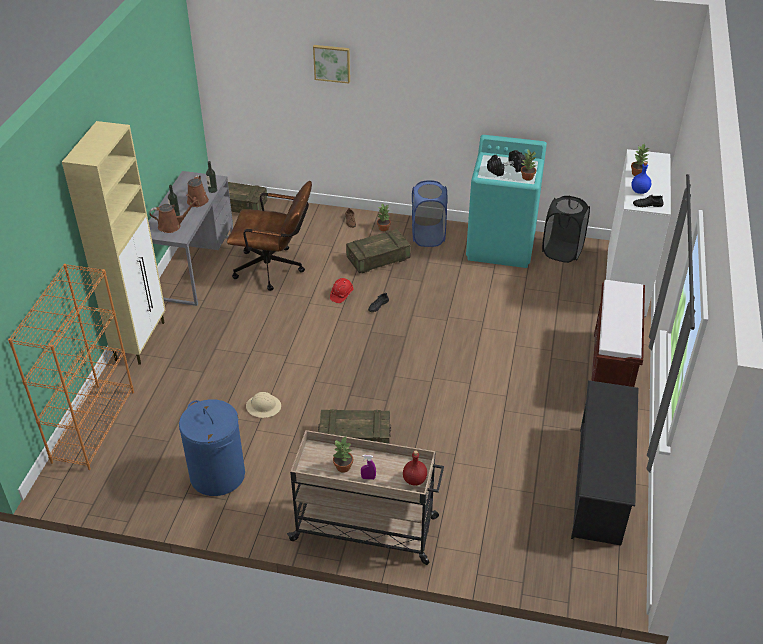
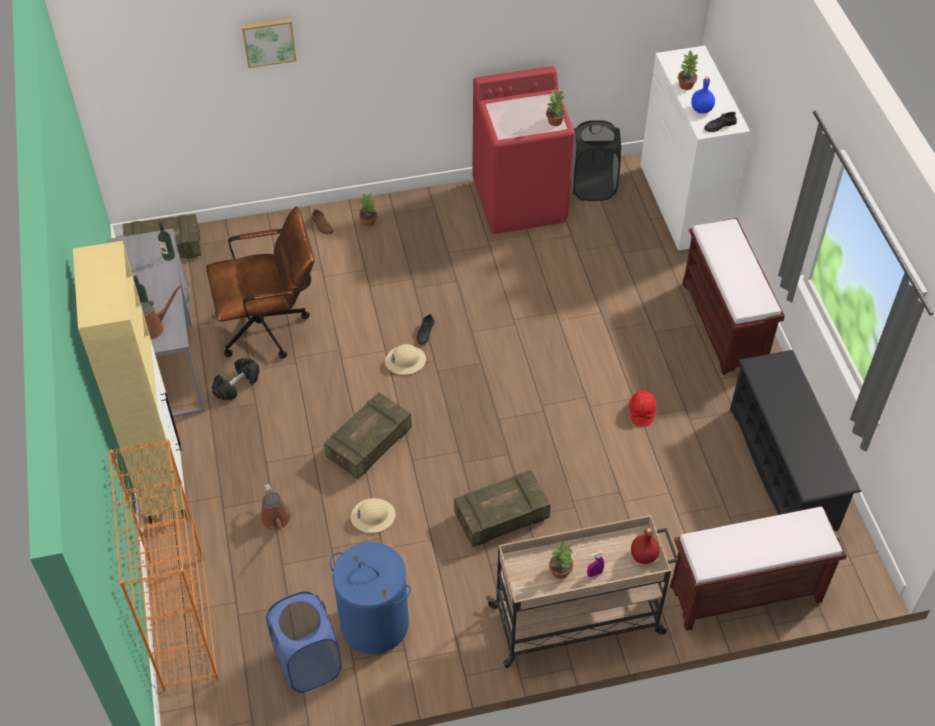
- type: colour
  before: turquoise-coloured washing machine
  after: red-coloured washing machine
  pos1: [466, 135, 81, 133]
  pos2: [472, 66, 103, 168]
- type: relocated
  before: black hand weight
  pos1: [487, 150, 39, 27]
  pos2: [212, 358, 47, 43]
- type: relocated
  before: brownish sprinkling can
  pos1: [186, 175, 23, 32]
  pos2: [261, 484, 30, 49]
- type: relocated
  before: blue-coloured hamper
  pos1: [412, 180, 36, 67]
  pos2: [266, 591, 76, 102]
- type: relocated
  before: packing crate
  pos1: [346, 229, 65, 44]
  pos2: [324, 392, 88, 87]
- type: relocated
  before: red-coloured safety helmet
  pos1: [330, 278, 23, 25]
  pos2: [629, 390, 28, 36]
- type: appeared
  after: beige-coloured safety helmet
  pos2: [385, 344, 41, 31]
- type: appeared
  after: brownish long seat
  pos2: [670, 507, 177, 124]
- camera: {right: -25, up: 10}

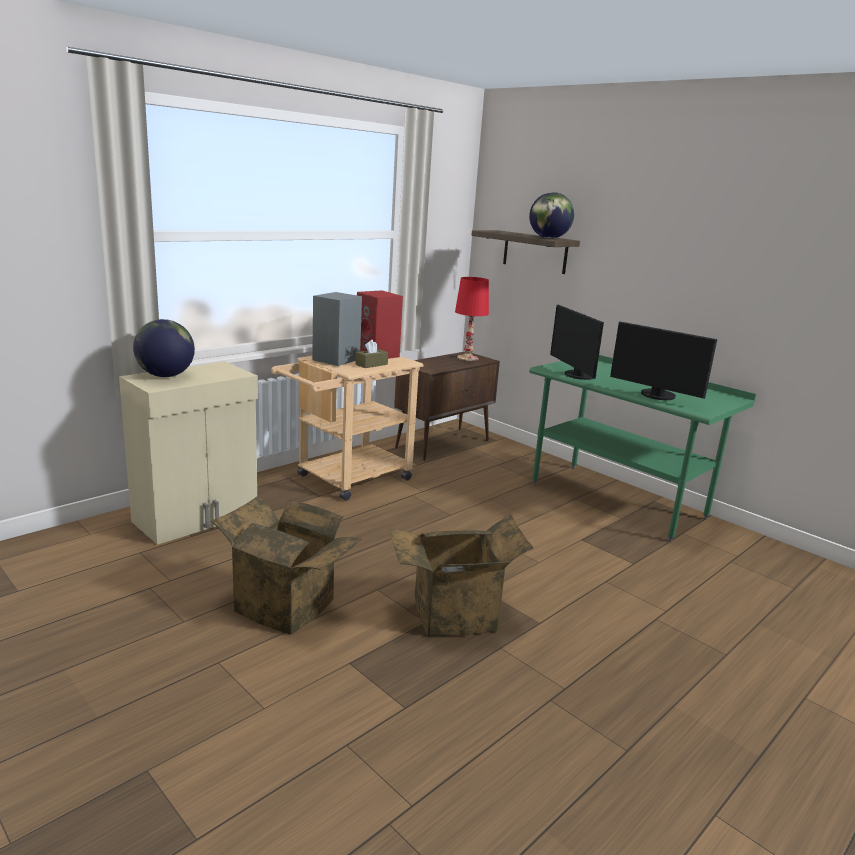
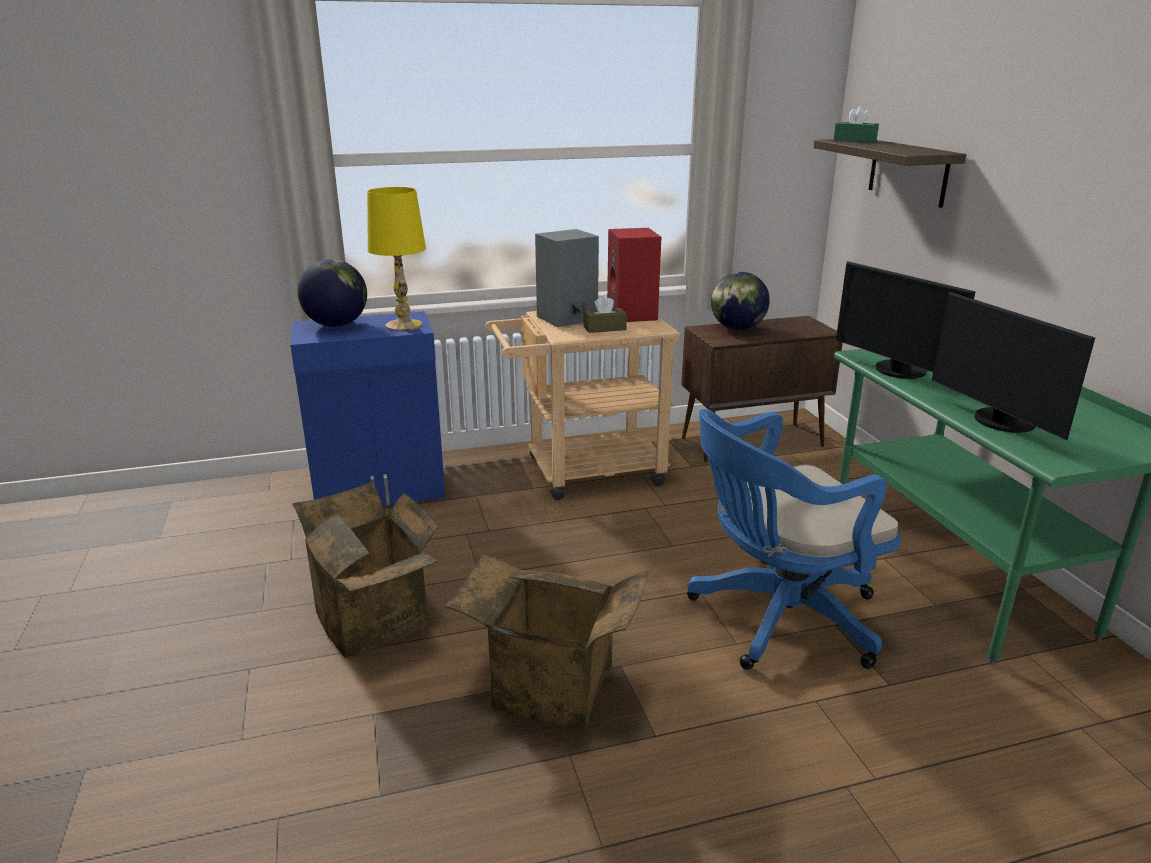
- type: relocated
  before: world globe
  pos1: [529, 192, 45, 47]
  pos2: [711, 272, 59, 58]
- type: missing
  before: red-coloured tabletop lamp
  pos1: [455, 277, 34, 84]
- type: spun
  before: computer screen
  pos1: [550, 305, 54, 75]
  pos2: [836, 261, 139, 118]
  turn: -45
- type: colour
  before: beige-coloured storage cabinet
  after: blue-coloured storage cabinet
  pos1: [119, 362, 139, 183]
  pos2: [290, 311, 155, 195]
- type: appeared
  after: green-coloured box of tissues
  pos2: [834, 106, 45, 37]
- type: appeared
  after: yellow-coloured tabletop lamp
  pos2: [367, 187, 59, 144]
- type: appeared
  after: blue-coloured desk chair
  pos2: [687, 409, 214, 261]
- camera: {right: 30, up: 5}

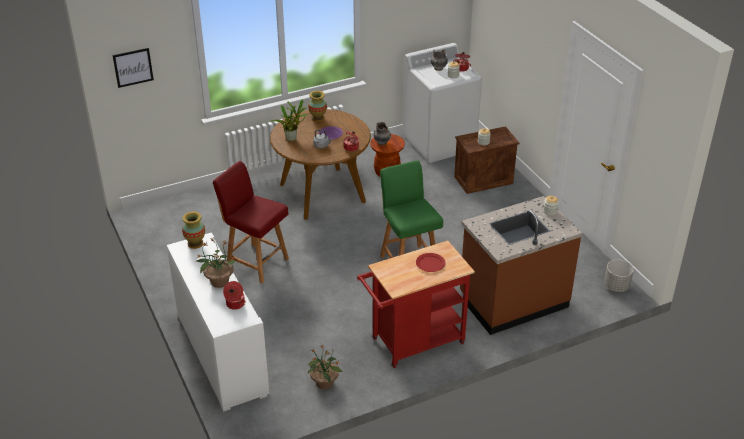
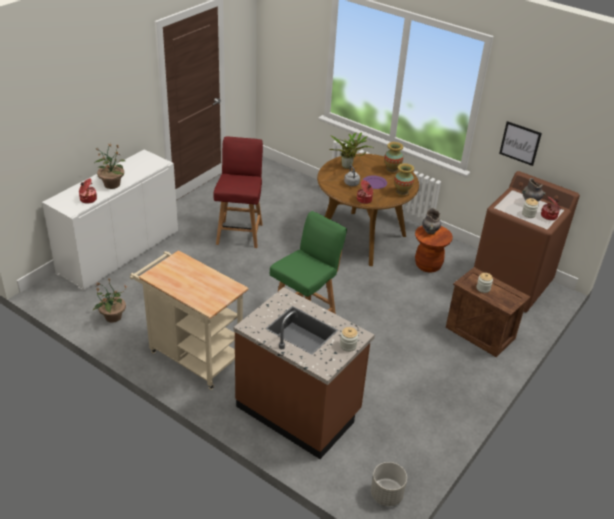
- type: colour
  before: whitish washing machine
  after: brownish washing machine
  pos1: [403, 43, 79, 120]
  pos2: [474, 171, 106, 141]
- type: relocated
  before: wall art
  pos1: [113, 48, 41, 40]
  pos2: [499, 121, 43, 45]
- type: relocated
  before: vase
  pos1: [182, 211, 23, 38]
  pos2: [394, 163, 20, 34]
- type: colour
  before: red-coloured cart
  after: beige-coloured cart
  pos1: [357, 241, 118, 127]
  pos2: [130, 250, 119, 140]
- type: missing
  before: red-coloured dinner plate
  pos1: [416, 253, 30, 19]
- camera: {right: 60, up: 0}

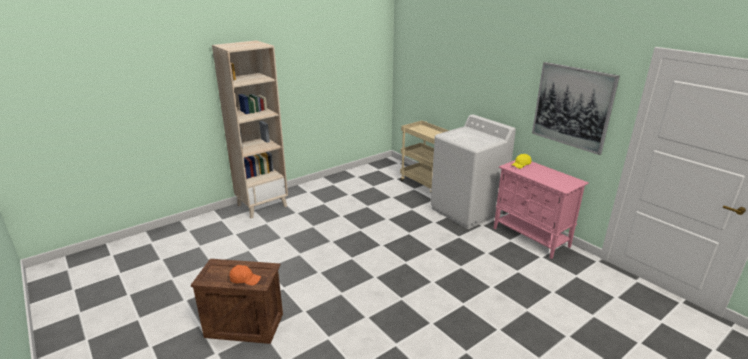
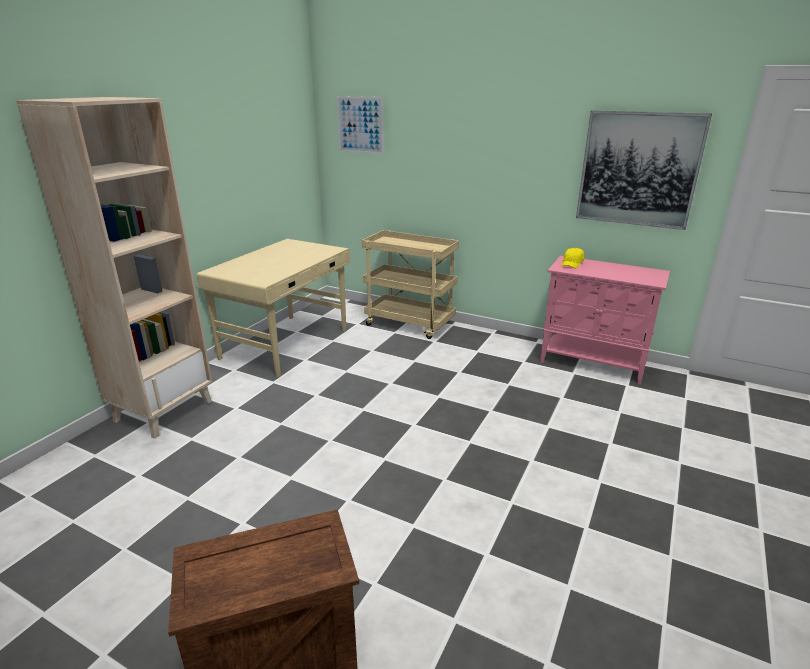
- type: missing
  before: whitish washing machine
  pos1: [431, 114, 85, 115]
- type: missing
  before: orange peaked cap
  pos1: [229, 265, 32, 20]
- type: appeared
  after: wall art
  pos2: [337, 96, 47, 58]
- type: appeared
  after: beige-coloured desk
  pos2: [197, 239, 153, 138]
- camera: {right: -25, up: 0}

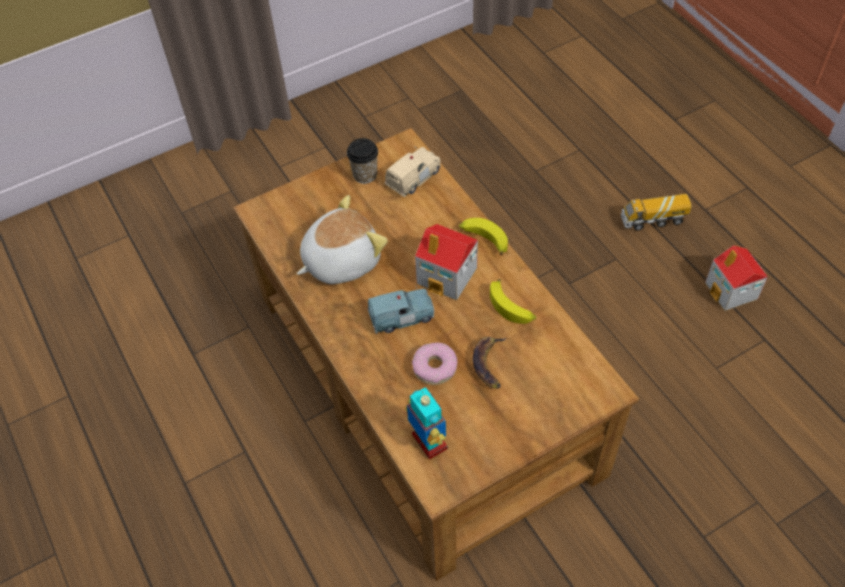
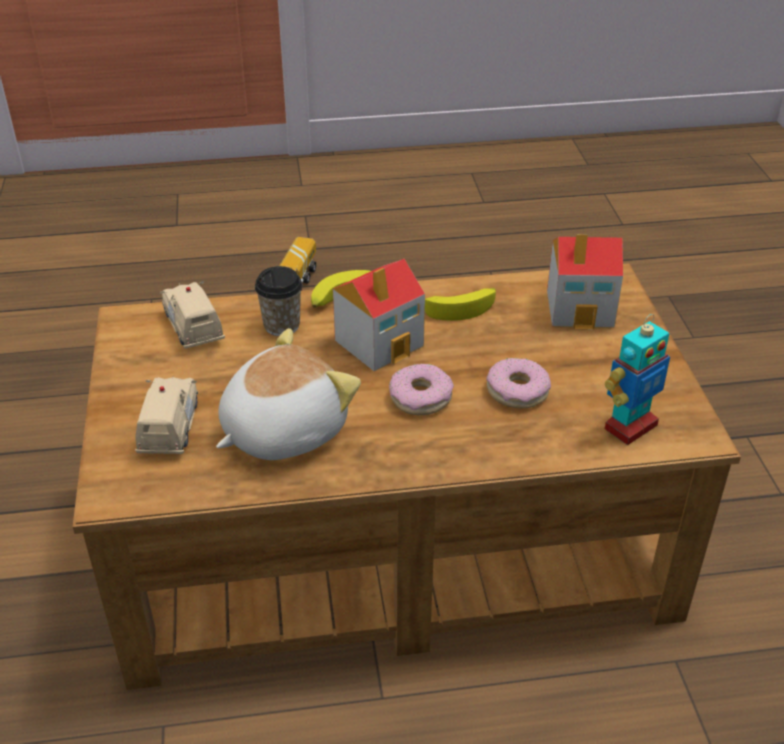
- type: relocated
  before: drinking cup
  pos1: [347, 138, 31, 46]
  pos2: [255, 266, 47, 70]
- type: spun
  before: plush toy
  pos1: [297, 195, 91, 89]
  pos2: [216, 328, 145, 132]
  turn: 60
- type: relocated
  before: toy house
  pos1: [705, 245, 63, 66]
  pos2: [547, 234, 76, 95]
- type: exchanged
  before: blue-coloured toy car
  after: donut
  pos1: [368, 286, 66, 48]
  pos2: [389, 364, 65, 51]
- type: missing
  before: banana fruit
  pos1: [473, 337, 33, 52]
- type: spun
  before: model robot
  pos1: [405, 387, 43, 73]
  pos2: [605, 314, 65, 131]
  turn: 150
- type: appeared
  after: beige-coloured toy car
  pos2: [135, 376, 63, 78]
- camera: {right: -70, up: -15}

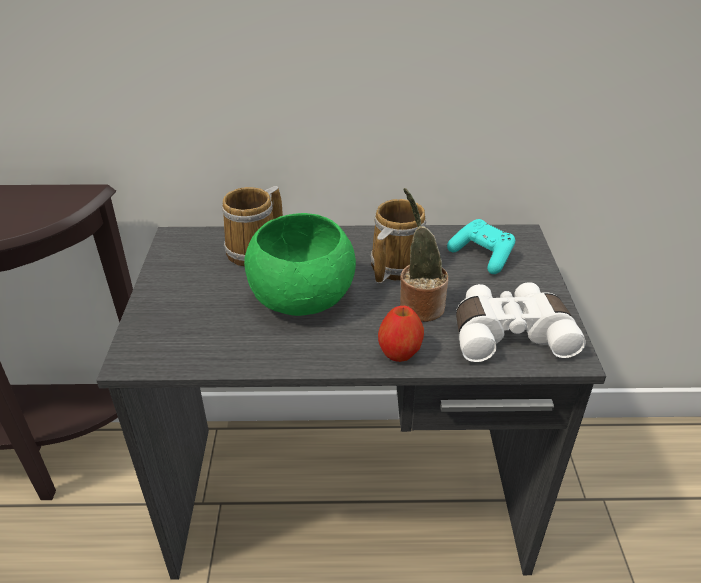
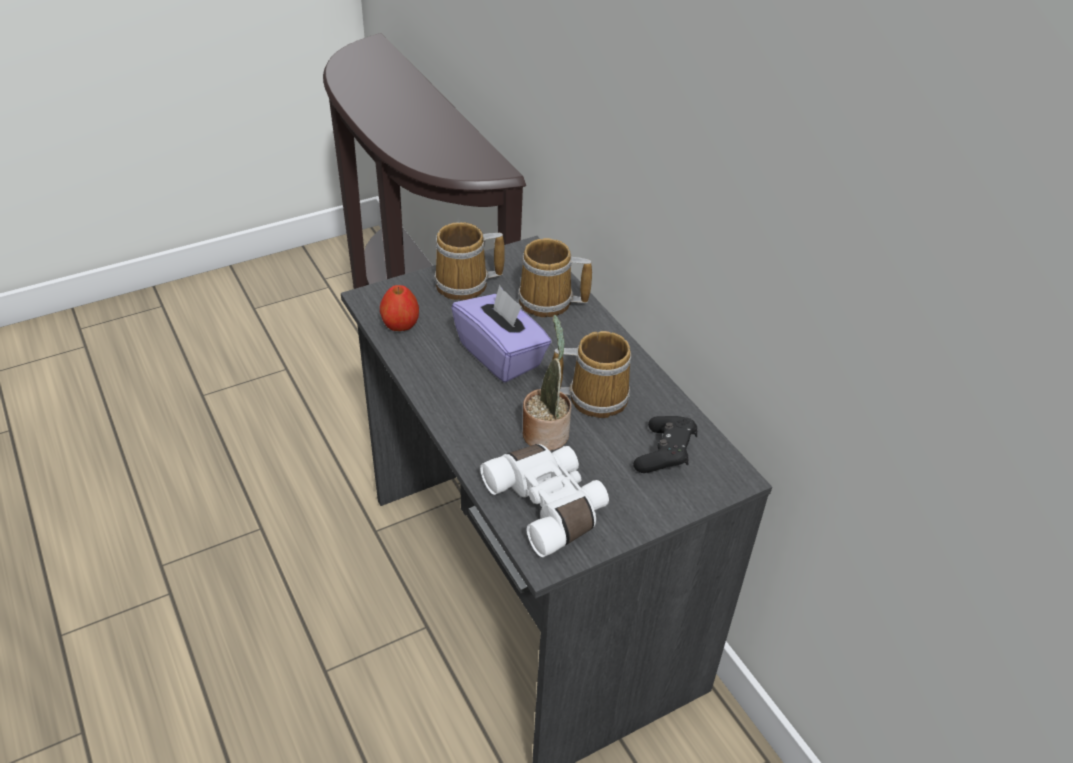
- type: exchanged
  before: green-coloured bowl
  after: purplish box of tissues
  pos1: [244, 213, 112, 103]
  pos2: [451, 285, 101, 98]
- type: colour
  before: turquoise-coloured joypad
  after: black joypad
  pos1: [447, 219, 68, 55]
  pos2: [633, 416, 64, 57]
- type: relocated
  before: apple fruit
  pos1: [378, 306, 46, 56]
  pos2: [380, 285, 39, 46]
- type: appeared
  after: tea mug
  pos2: [434, 222, 71, 78]
- camera: {right: 60, up: 5}

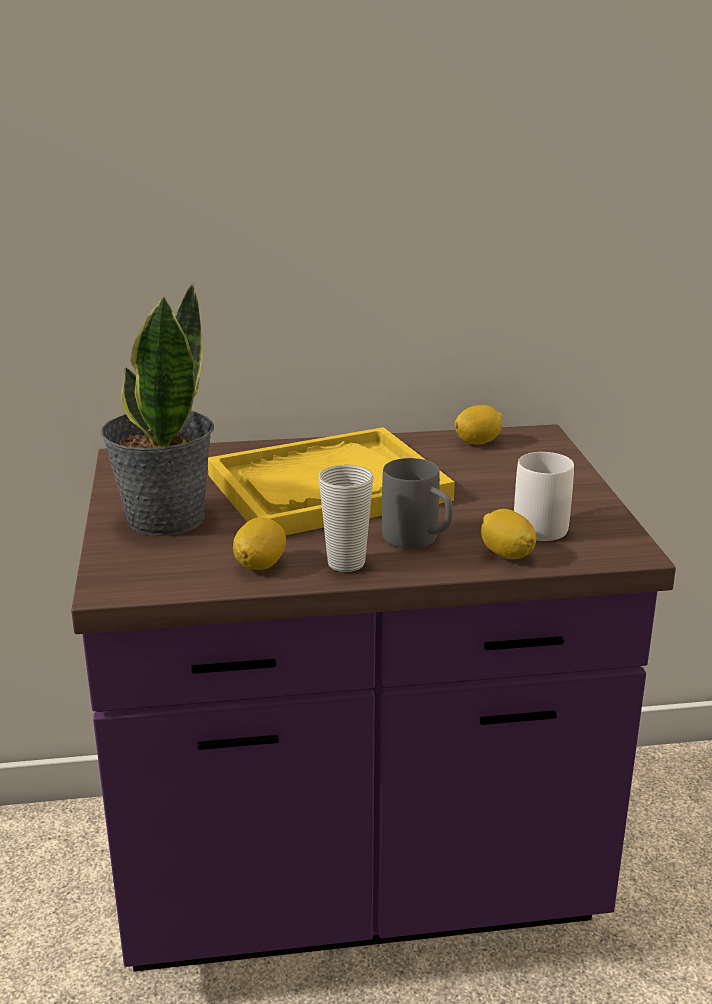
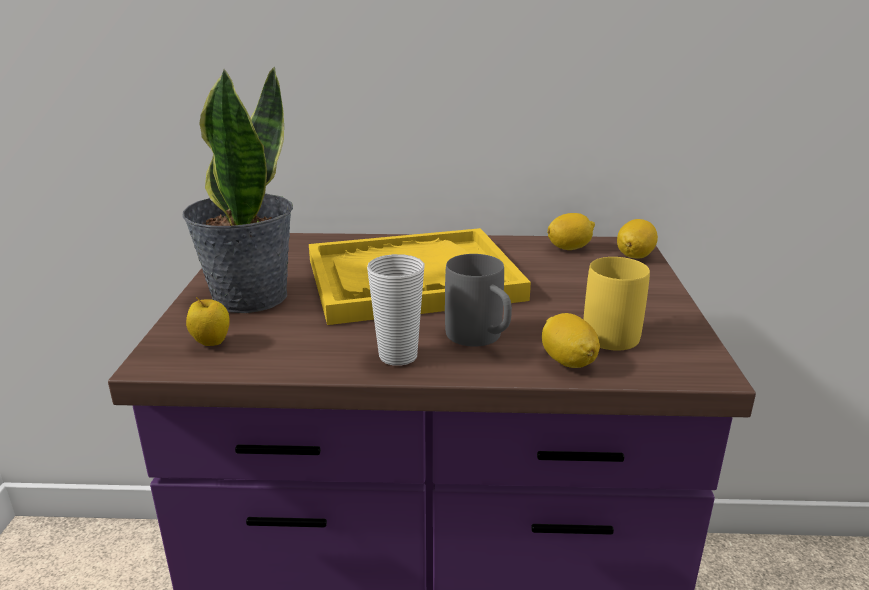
- type: colour
  before: whitish tea mug
  after: yellow-coloured tea mug
  pos1: [514, 452, 60, 89]
  pos2: [583, 257, 67, 94]
- type: relocated
  before: whole lemon
  pos1: [233, 517, 53, 53]
  pos2: [617, 219, 41, 40]
- type: appeared
  after: apple fruit
  pos2: [186, 297, 44, 49]
- camera: {right: 10, up: 0}

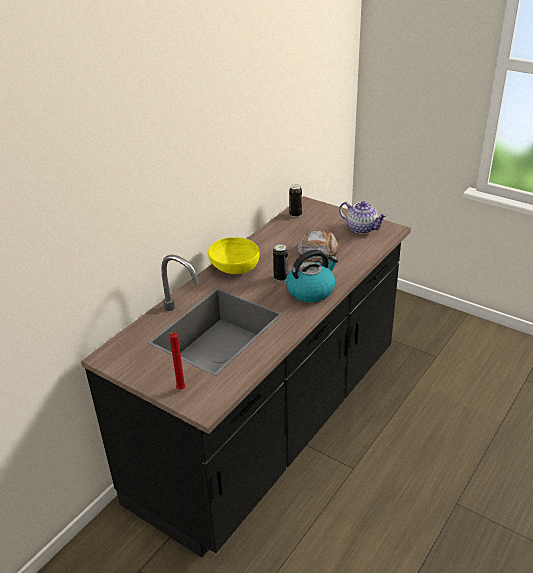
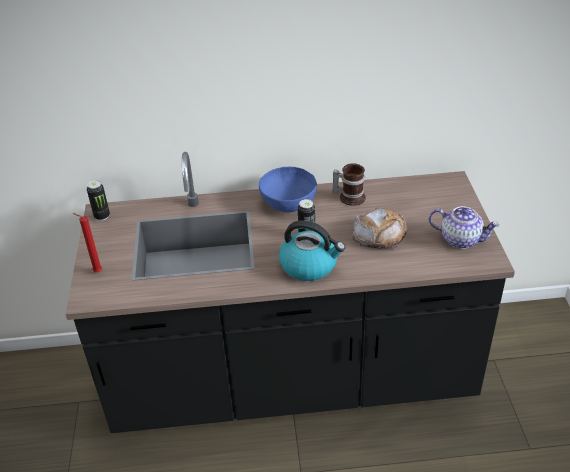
- type: relocated
  before: metal can
  pos1: [289, 184, 13, 34]
  pos2: [87, 180, 23, 41]
- type: spun
  before: teapot
  pos1: [339, 201, 49, 33]
  pos2: [429, 206, 71, 43]
  turn: -60
- type: colour
  before: yellow-coloured bowl
  after: blue-coloured bowl
  pos1: [208, 237, 52, 37]
  pos2: [259, 167, 58, 45]
- type: appeared
  after: tea mug
  pos2: [333, 163, 33, 43]
- camera: {right: 50, up: 5}

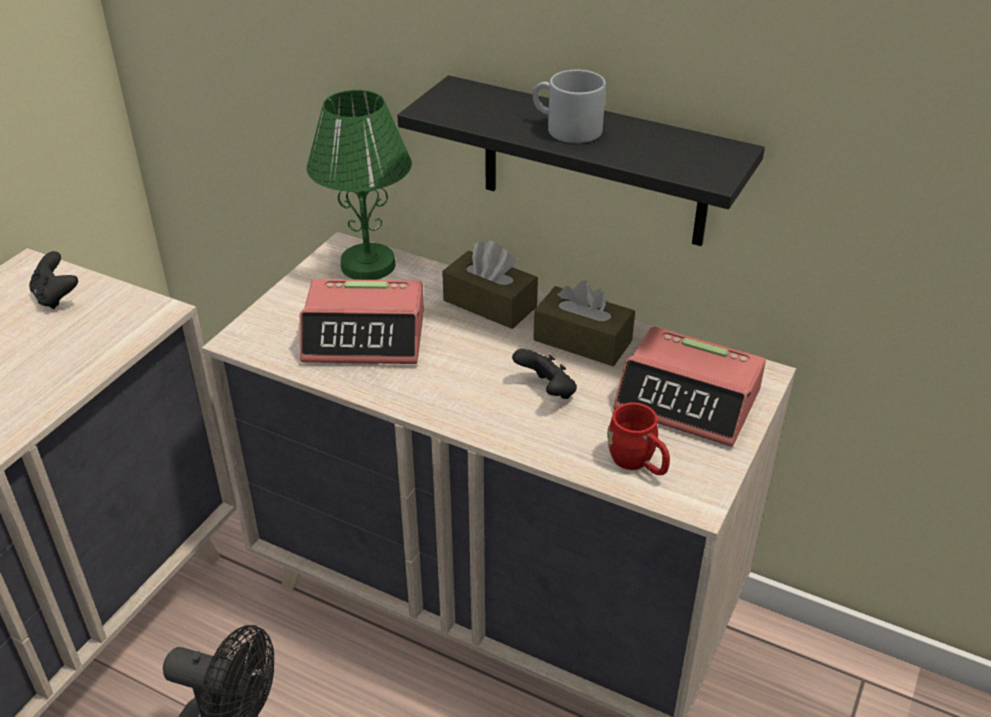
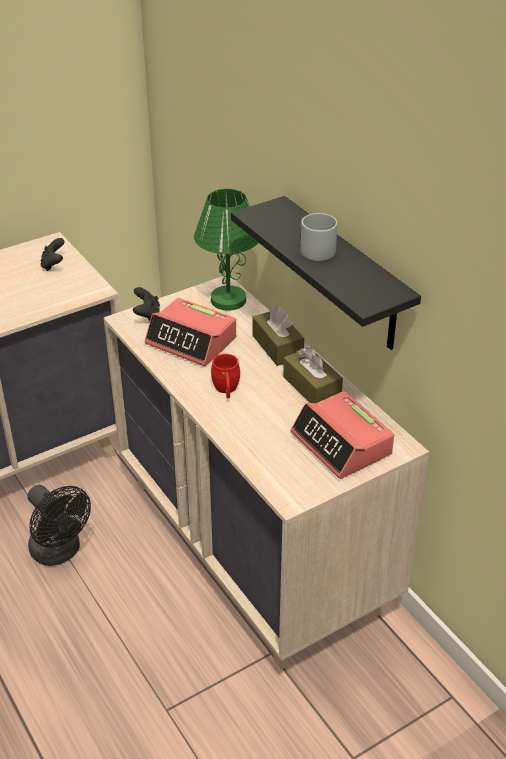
- type: relocated
  before: black joypad
  pos1: [512, 349, 65, 50]
  pos2: [133, 287, 27, 34]
- type: relocated
  before: red-coloured tea mug
  pos1: [607, 402, 63, 73]
  pos2: [211, 354, 29, 44]
- camera: {right: 30, up: 0}

